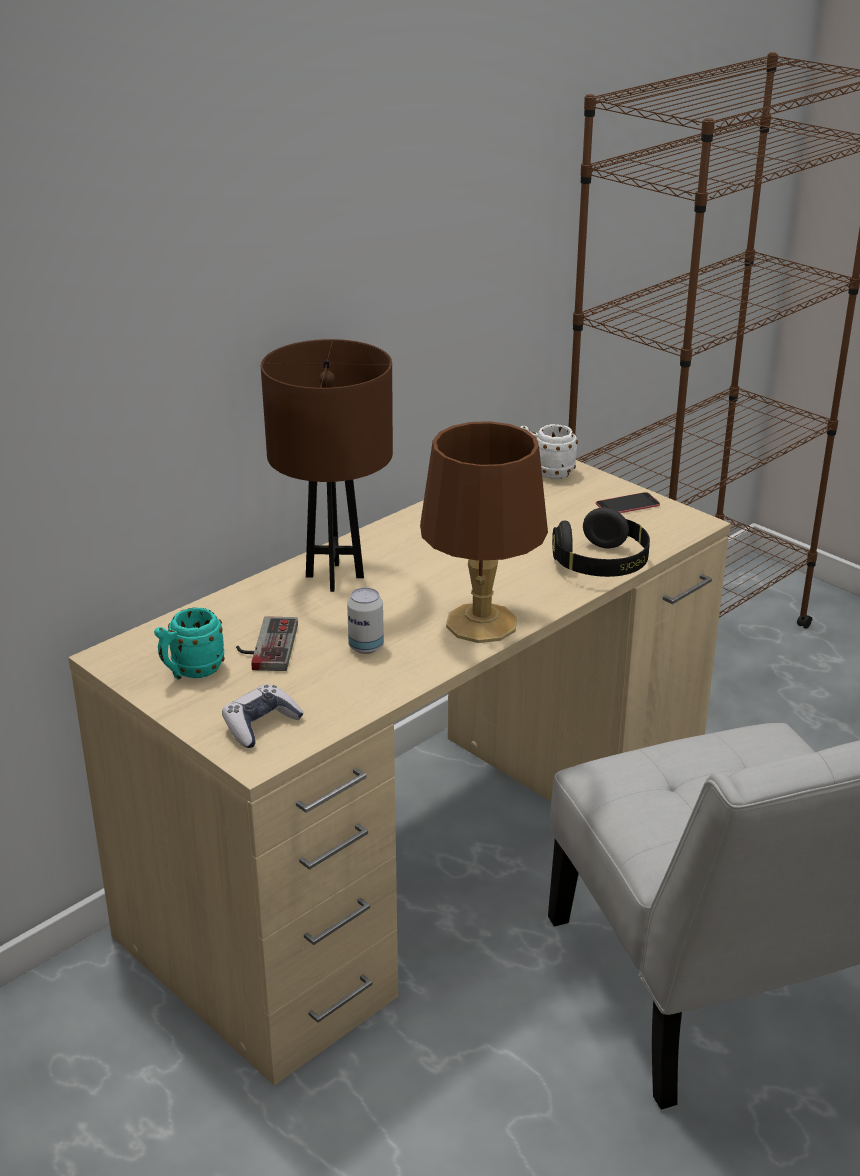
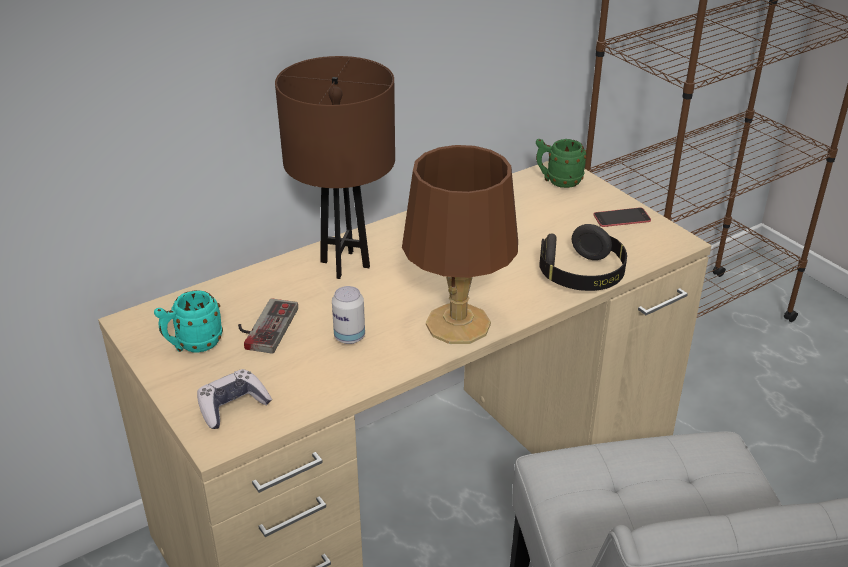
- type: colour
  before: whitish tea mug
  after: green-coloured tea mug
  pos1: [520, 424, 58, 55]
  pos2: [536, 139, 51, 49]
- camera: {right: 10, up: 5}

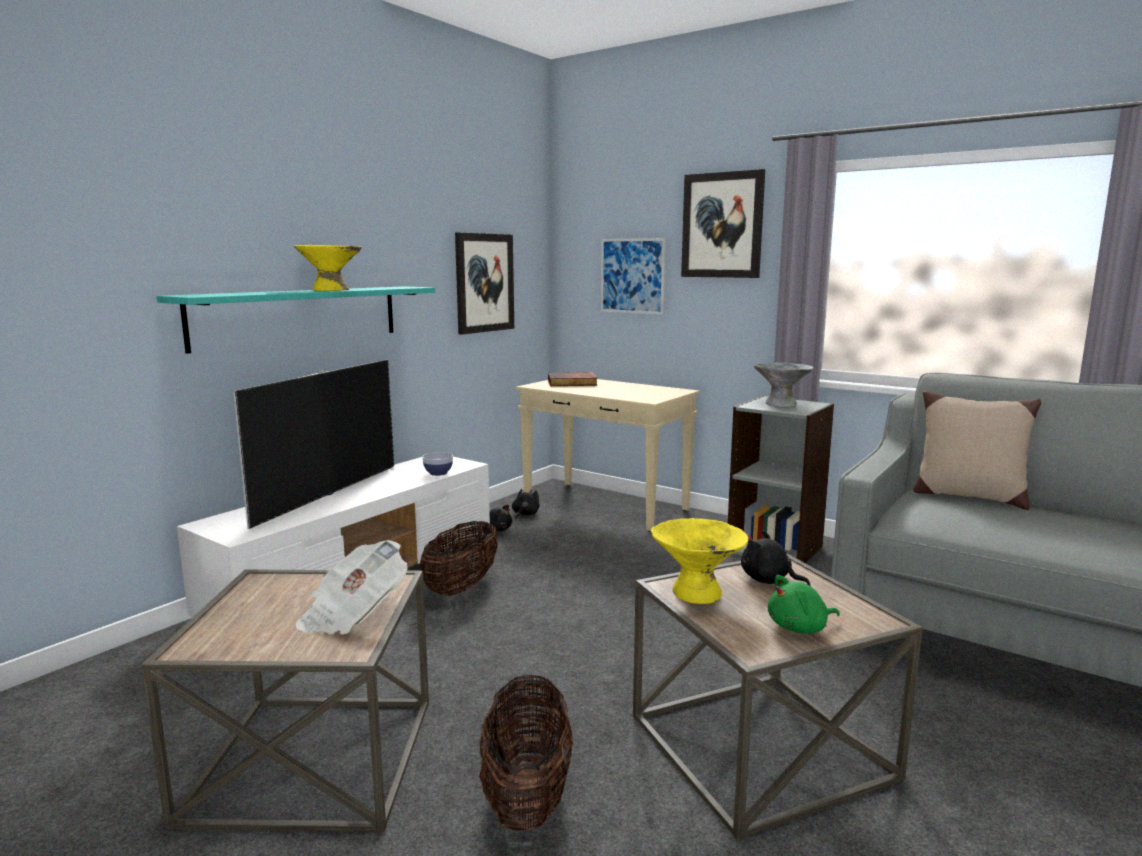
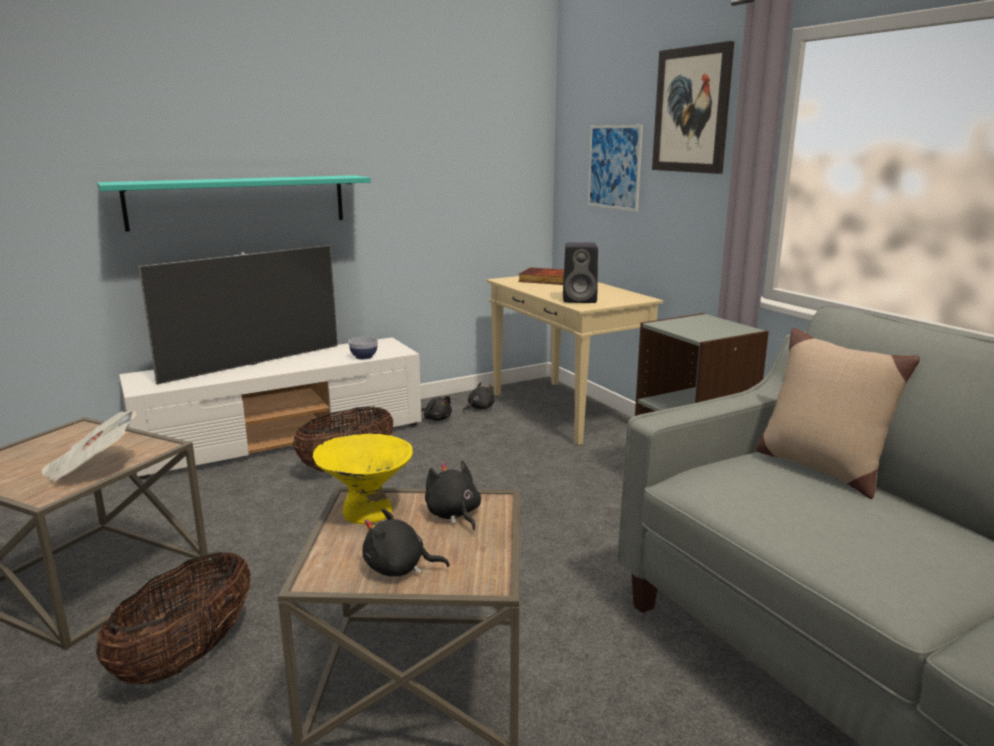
- type: missing
  before: wall art
  pos1: [455, 233, 59, 102]
- type: missing
  before: yellow-coloured bowl
  pos1: [294, 245, 68, 46]
- type: missing
  before: greyish bowl
  pos1: [753, 363, 61, 44]
- type: colour
  before: green-coloured plush toy
  after: black plush toy
  pos1: [768, 575, 72, 59]
  pos2: [362, 508, 87, 68]
- type: appeared
  after: black audio speaker
  pos2: [563, 242, 35, 61]
- camera: {right: 25, up: 5}

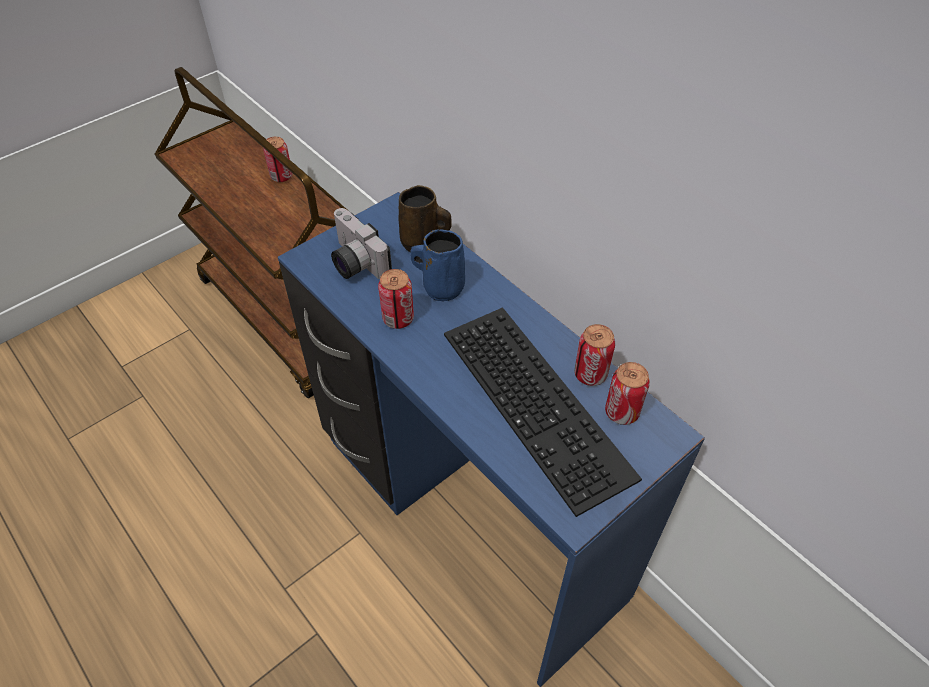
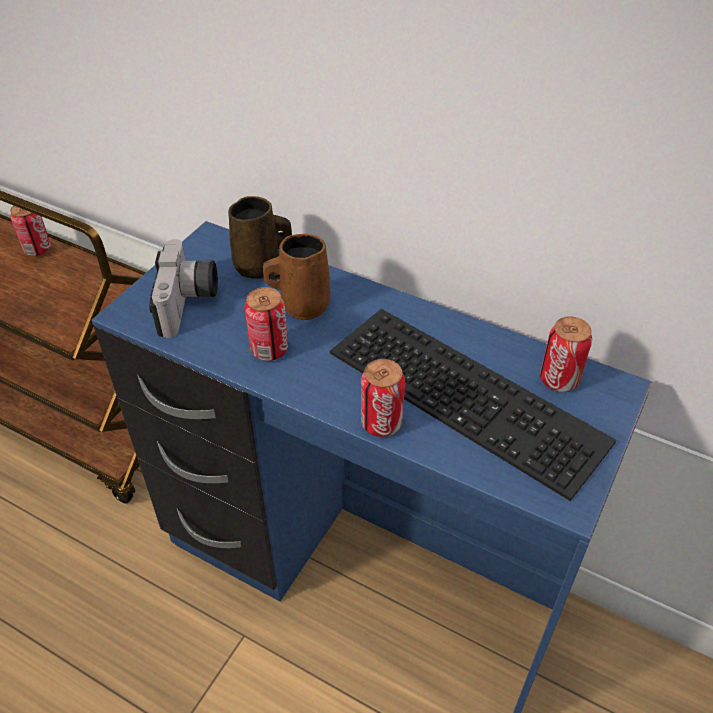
- type: spun
  before: still camera
  pos1: [331, 208, 61, 72]
  pos2: [149, 239, 69, 99]
  turn: -120
- type: colour
  before: blue-coloured tea mug
  after: brownish tea mug
  pos1: [410, 230, 55, 71]
  pos2: [263, 234, 68, 86]
- type: relocated
  before: metal can
  pos1: [574, 324, 41, 62]
  pos2: [361, 359, 44, 78]
- camera: {right: -20, up: -5}

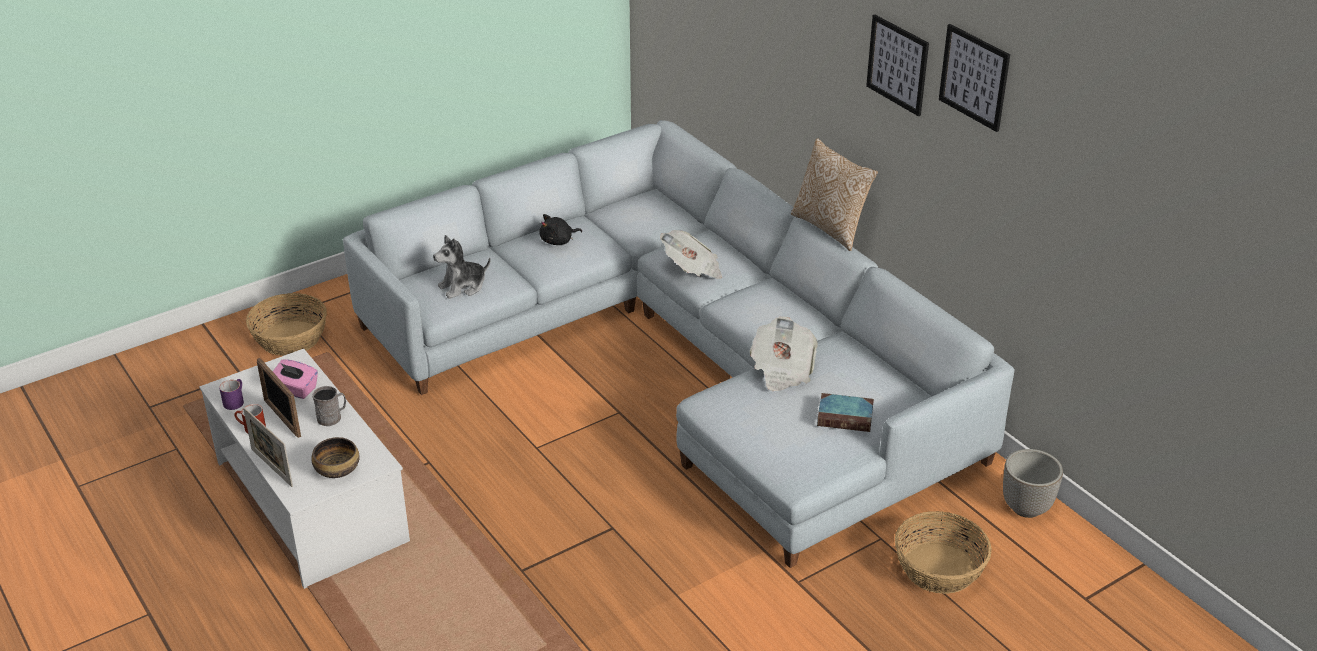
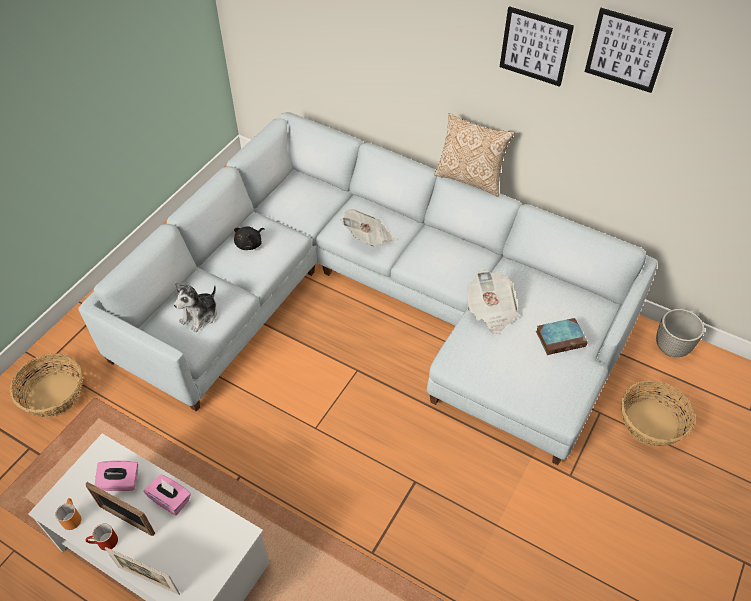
- type: colour
  before: purplish tea mug
  after: orange tea mug
  pos1: [219, 379, 25, 31]
  pos2: [55, 498, 26, 32]
- type: exchanged
  before: greyish tea mug
  after: pink box of tissues
  pos1: [312, 386, 34, 40]
  pos2: [144, 474, 47, 41]
- type: missing
  before: bowl
  pos1: [311, 437, 49, 41]
- camera: {right: -25, up: 15}

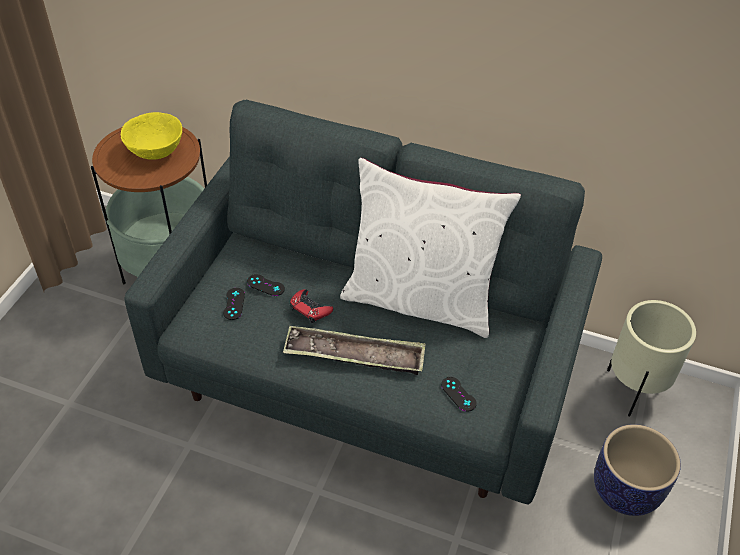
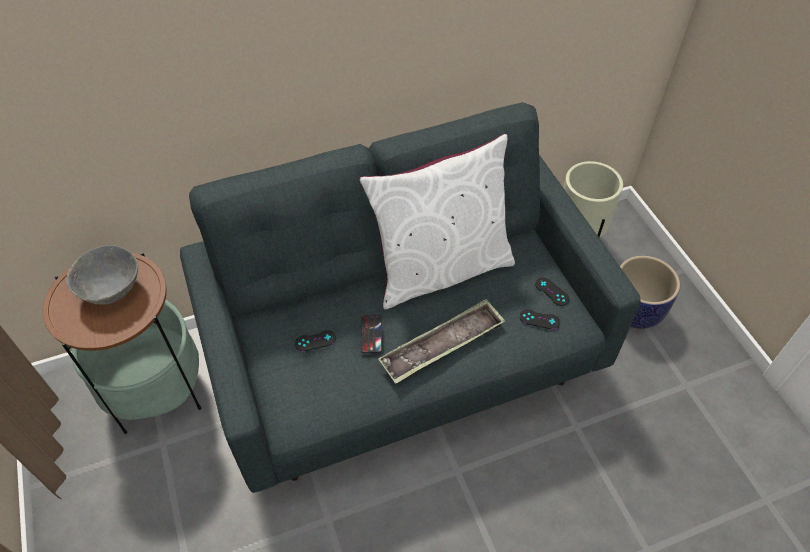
- type: colour
  before: yellow-coloured bowl
  after: greyish bowl
  pos1: [121, 112, 61, 48]
  pos2: [66, 245, 72, 60]
- type: relocated
  before: black joypad
  pos1: [223, 288, 22, 32]
  pos2: [535, 277, 34, 29]
- type: exchanged
  before: red-coloured joypad
  after: phone
  pos1: [290, 289, 43, 34]
  pos2: [361, 315, 21, 38]
- camera: {right: -40, up: 5}

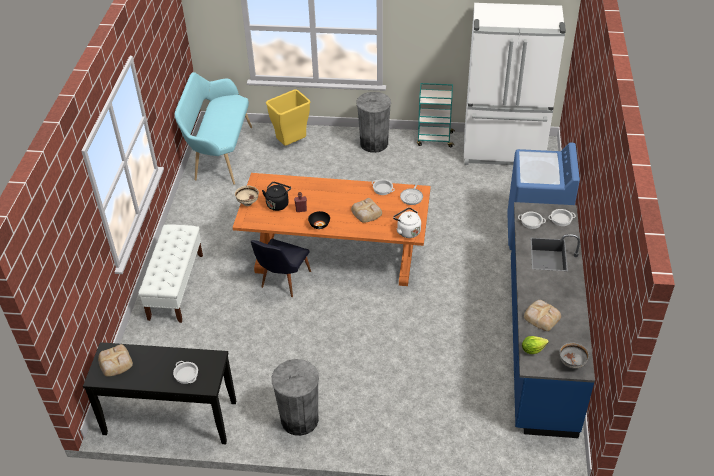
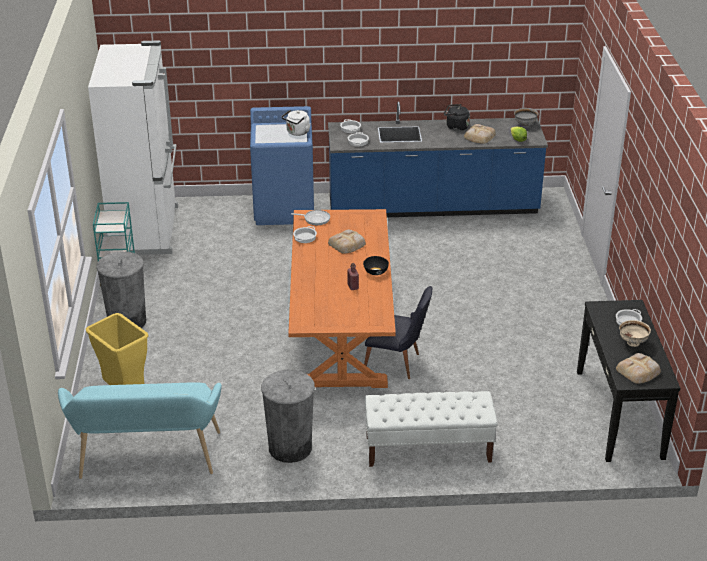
- type: relocated
  before: black water kettle
  pos1: [262, 182, 29, 29]
  pos2: [444, 104, 26, 27]
- type: relocated
  before: beige-coloured bowl
  pos1: [235, 186, 24, 20]
  pos2: [619, 320, 32, 27]
- type: relocated
  before: whitish water kettle
  pos1: [393, 207, 28, 31]
  pos2: [281, 110, 29, 26]
- type: relocated
  before: greyish rubbish bin
  pos1: [272, 359, 47, 77]
  pos2: [261, 369, 54, 94]
- camera: {right: -100, up: -10}

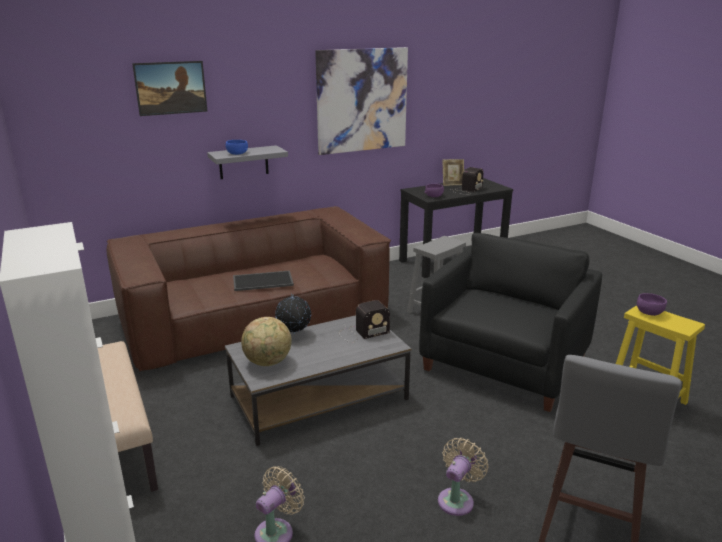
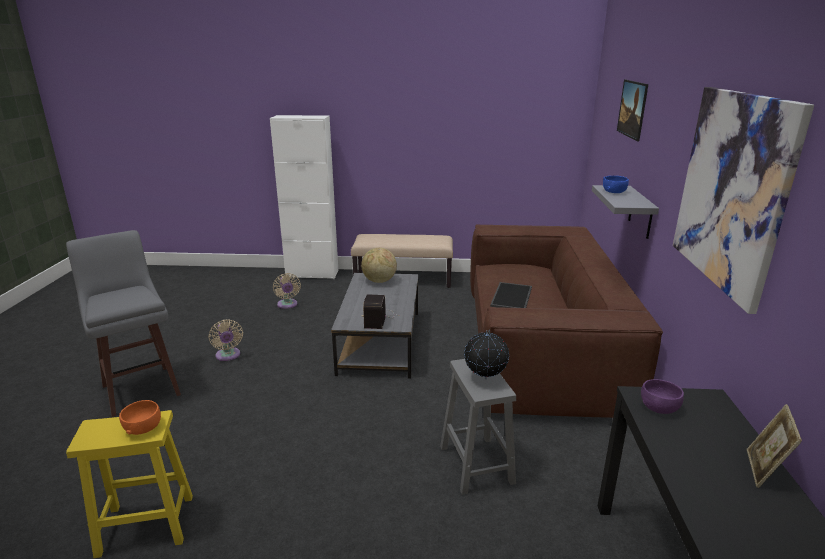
- type: missing
  before: radio receiver
  pos1: [451, 167, 33, 28]
- type: missing
  before: black lounge chair
  pos1: [419, 233, 183, 179]
- type: colour
  before: purplish bowl
  after: orange bowl
  pos1: [637, 293, 30, 23]
  pos2: [119, 400, 42, 35]
- type: relocated
  before: world globe
  pos1: [275, 294, 36, 40]
  pos2: [464, 330, 45, 49]
- camera: {right: 120, up: 0}

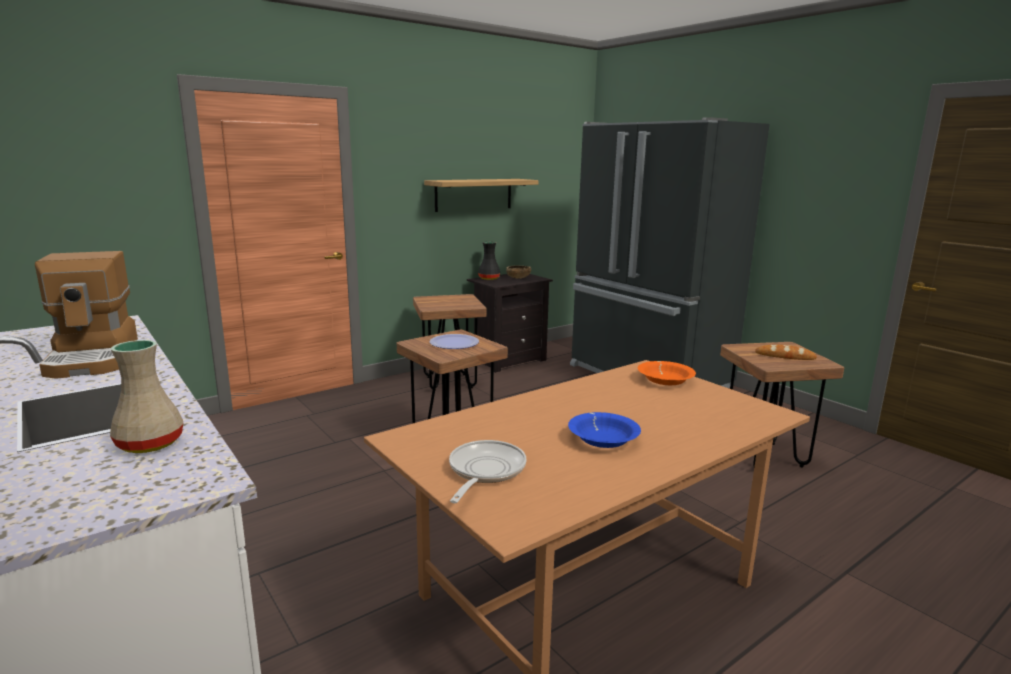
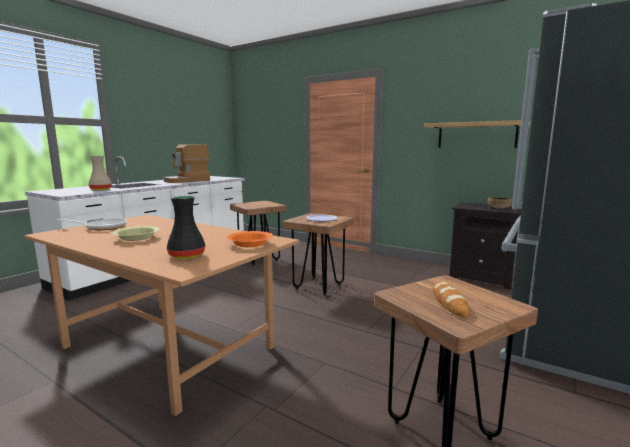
- type: relocated
  before: black vase
  pos1: [478, 242, 22, 38]
  pos2: [167, 196, 38, 63]
- type: relocated
  before: brownish stool
  pos1: [413, 294, 74, 97]
  pos2: [230, 201, 56, 64]
- type: colour
  before: blue-coloured bowl
  after: yellow-coloured bowl
  pos1: [568, 412, 73, 36]
  pos2: [112, 226, 47, 15]
- camera: {right: 70, up: -5}

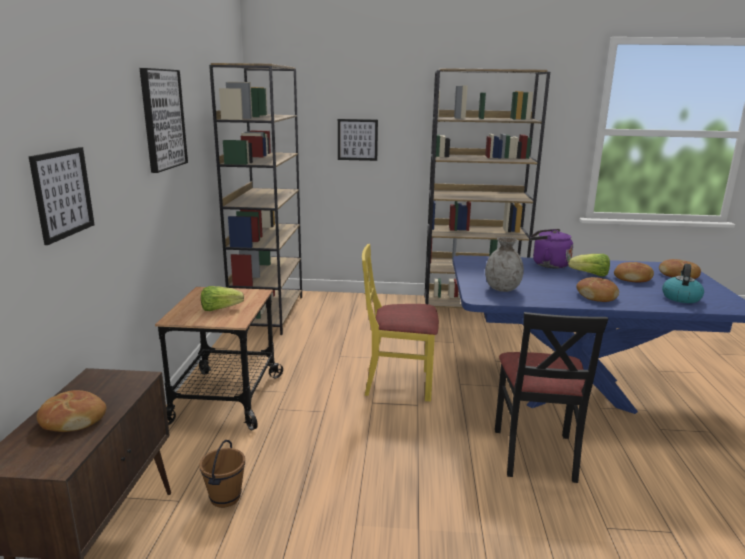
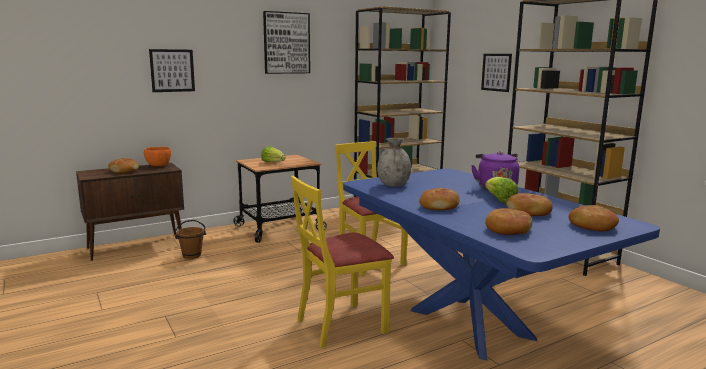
- type: exchanged
  before: water kettle
  after: baked bread
  pos1: [662, 264, 42, 39]
  pos2: [485, 208, 47, 27]
- type: colour
  before: black upright chair
  after: yellow-coloured upright chair
  pos1: [495, 312, 113, 171]
  pos2: [291, 175, 103, 173]
- type: appeared
  after: orange bowl
  pos2: [144, 147, 27, 19]
- camera: {right: 55, up: -5}

